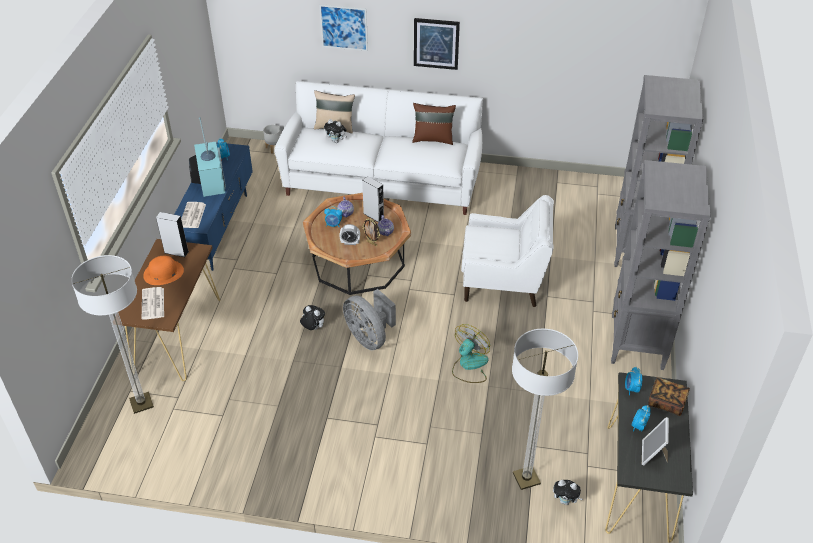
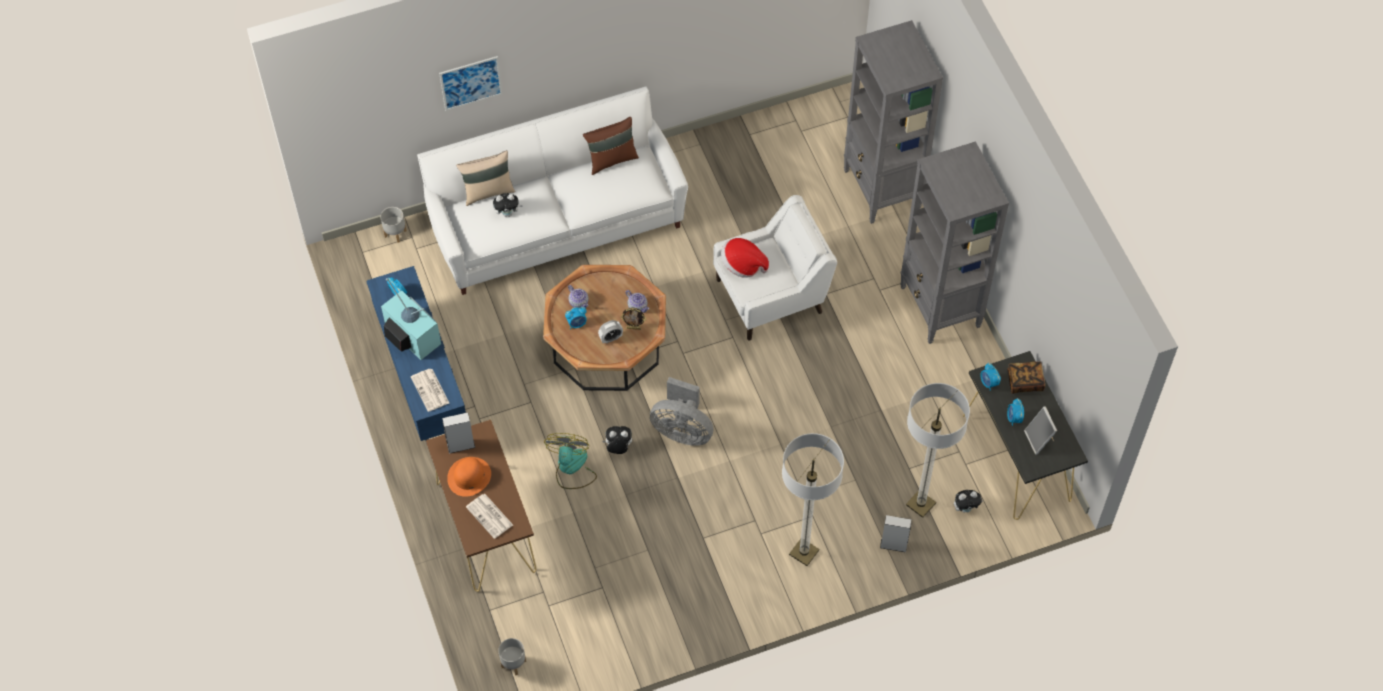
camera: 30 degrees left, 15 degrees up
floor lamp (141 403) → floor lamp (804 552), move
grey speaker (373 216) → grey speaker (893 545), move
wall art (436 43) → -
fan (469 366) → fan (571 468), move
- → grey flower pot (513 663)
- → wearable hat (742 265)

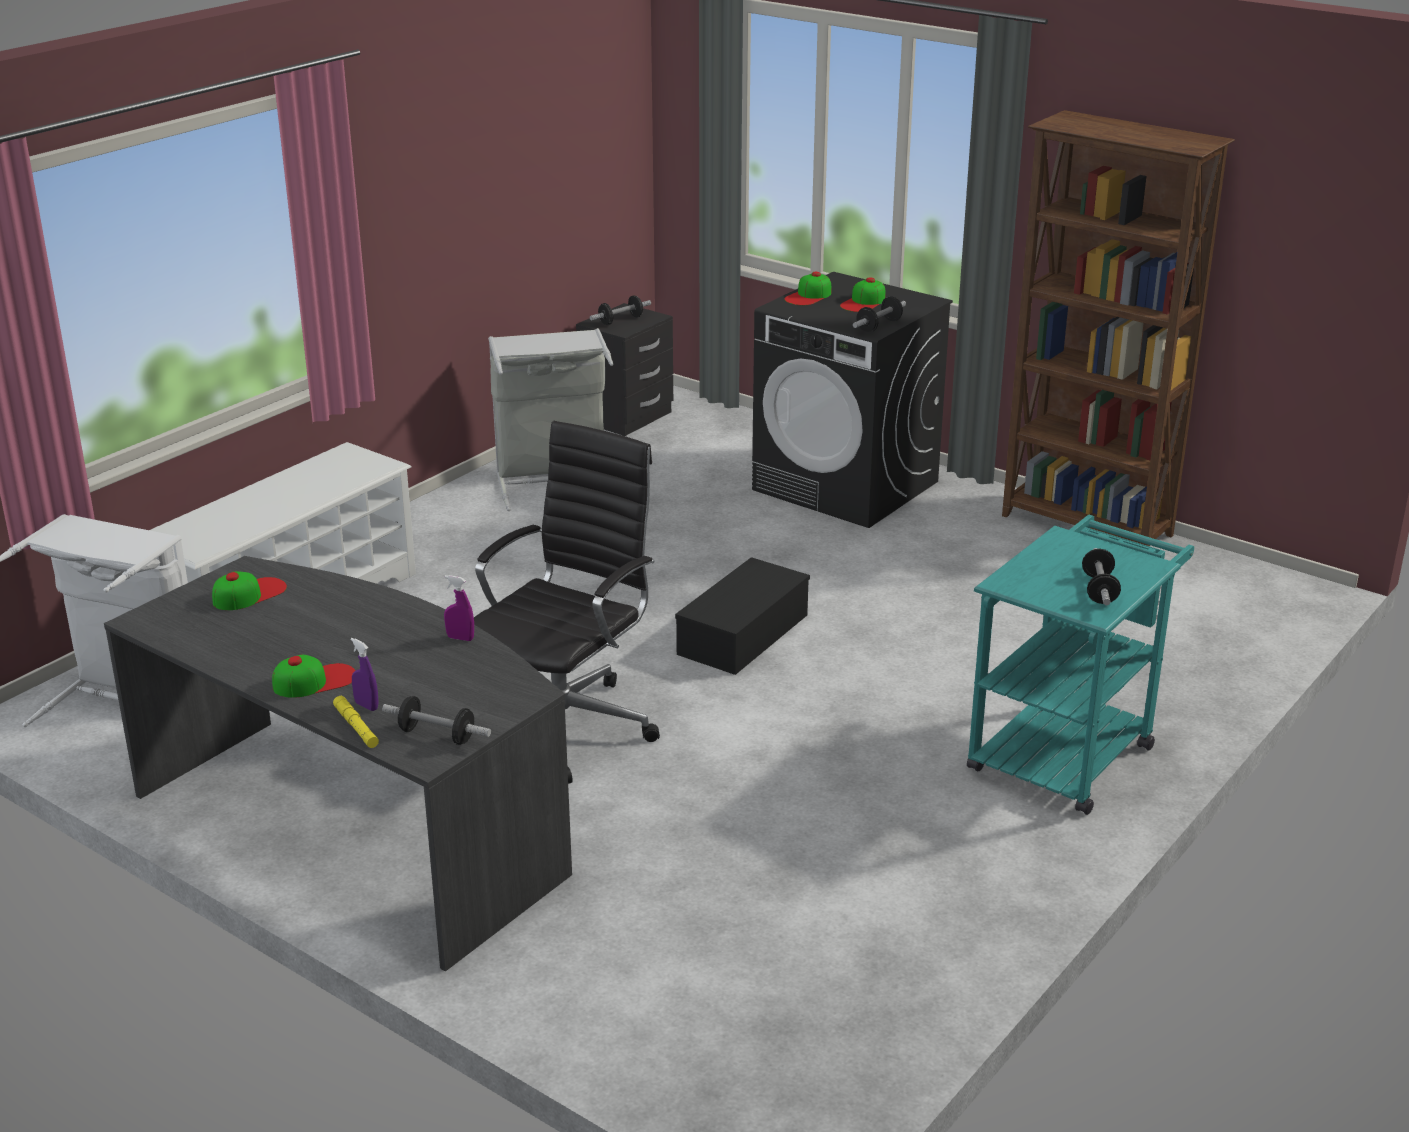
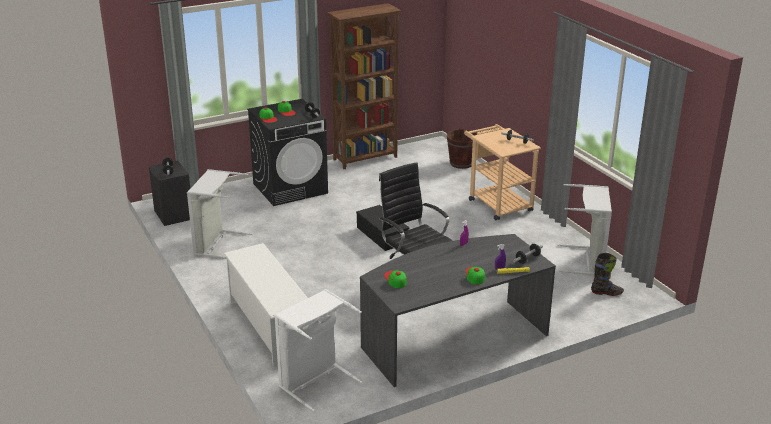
camera: 65 degrees left, 0 degrees up
turquoise wheeled cart (1068 749) → sand-coloured wheeled cart (497 203)
- → brown pail (461 163)
- → grey hamper (586 261)
- → blackish boot (607 293)

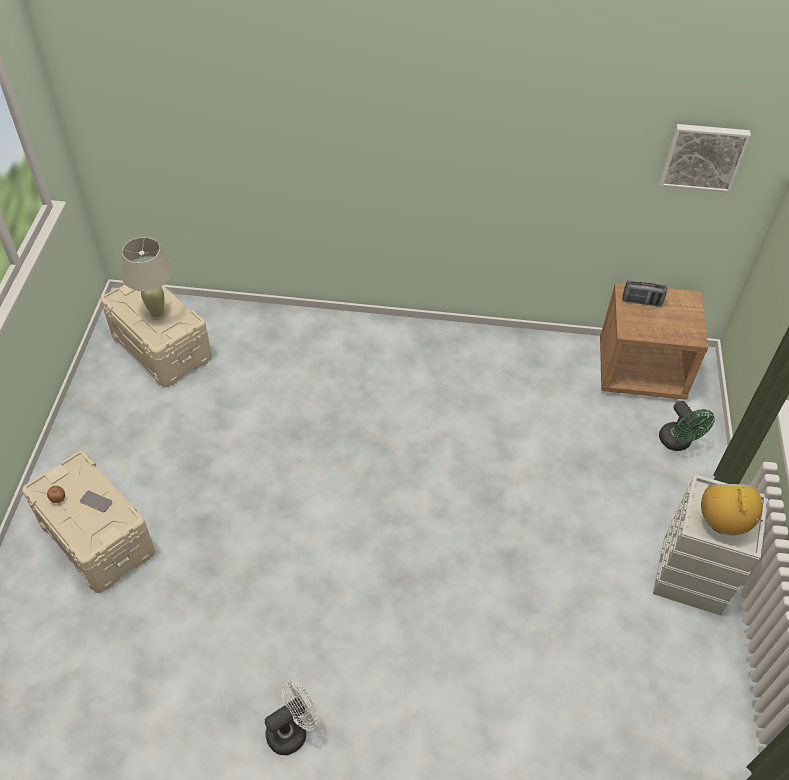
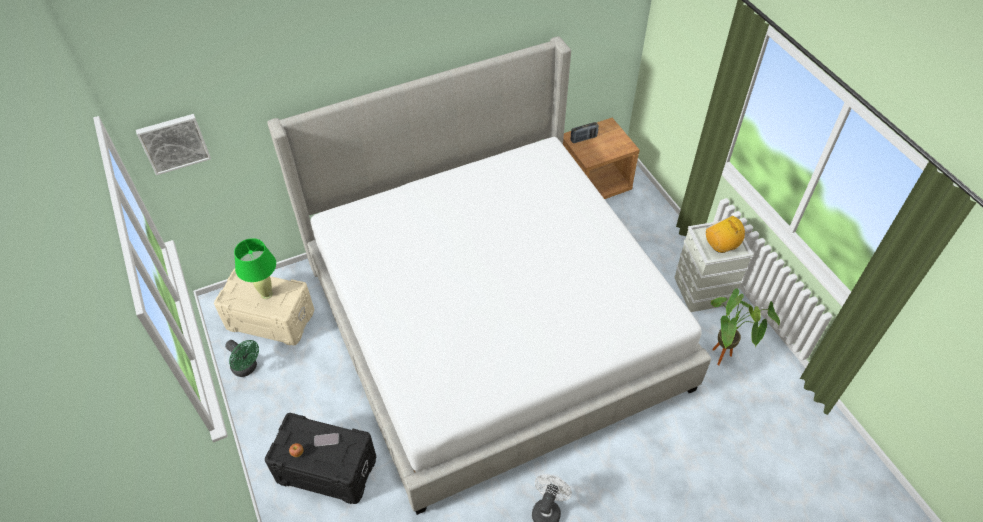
camera: 30 degrees left, 0 degrees up
sand-coloured storage container (98 537) → blackish storage container (327 468)
sand-coloured table lamp (157 314) → greenish table lamp (266 294)
greenish fan (678 443) → greenish fan (247 368), move
wall art (703 156) → wall art (174 142), move
- → bed (491 322)
- → houseplant (723 361)

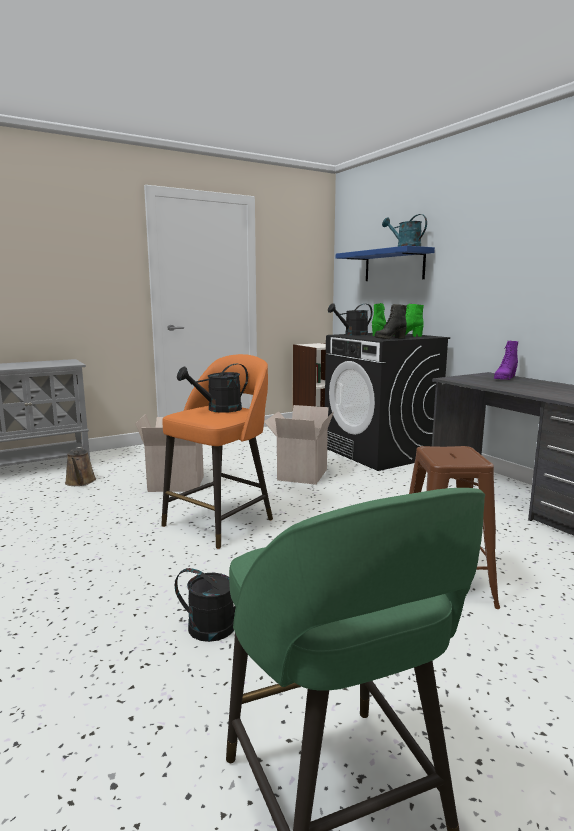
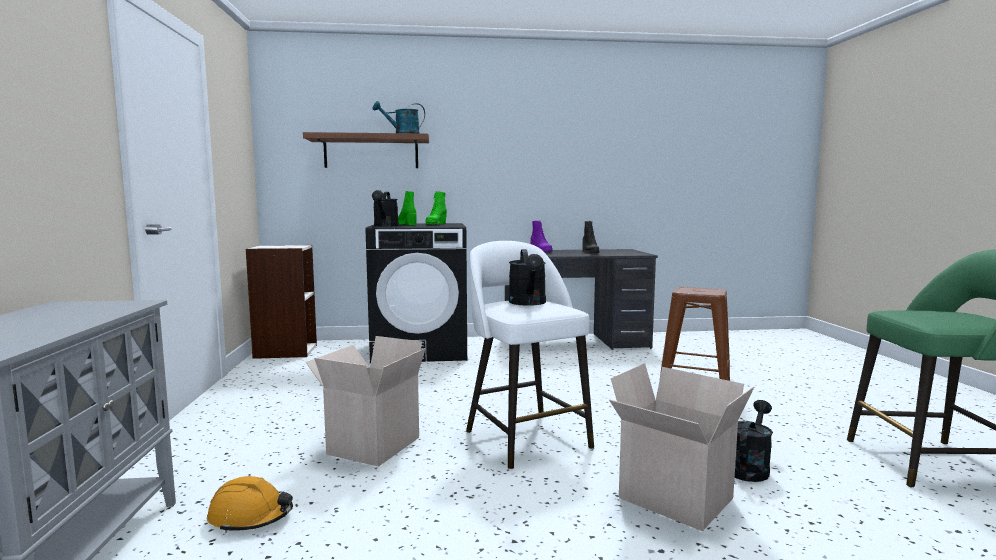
camera: 65 degrees left, 5 degrees down
brown watering can (80 482) → orange work helmet (250 517)
orange stool seat (221 521) → white-coloured stool seat (525 438)
packing box (301 474) → packing box (672 499), move
blue-coloured bracket shelf (394 265) → brown bracket shelf (371 152)
blackish boot (389 338) → blackish boot (589 253), move

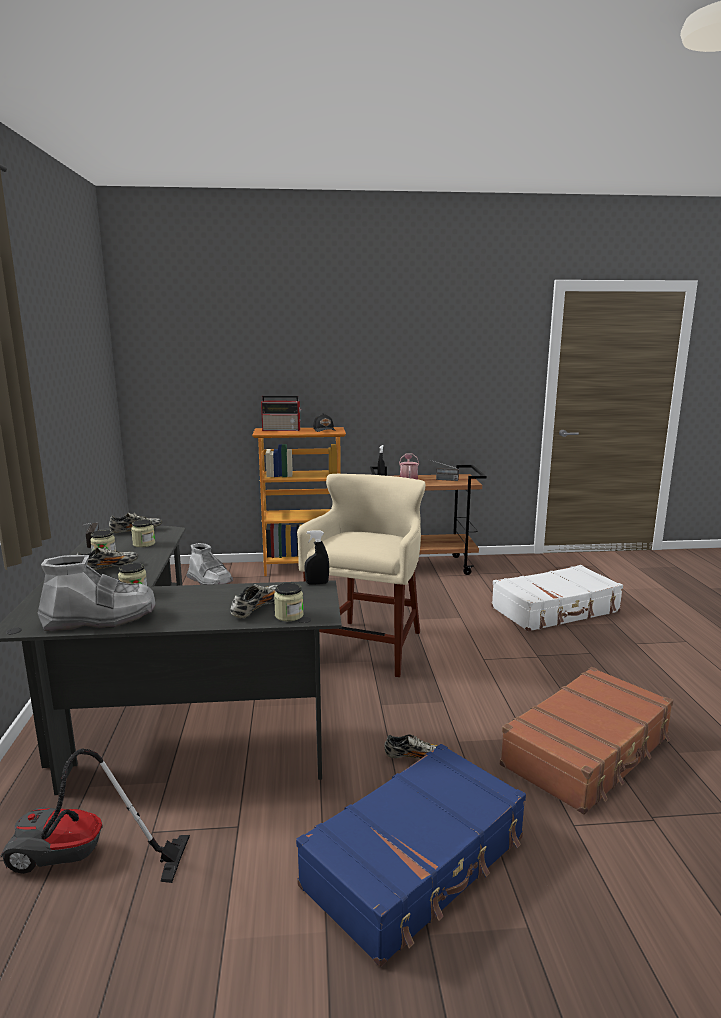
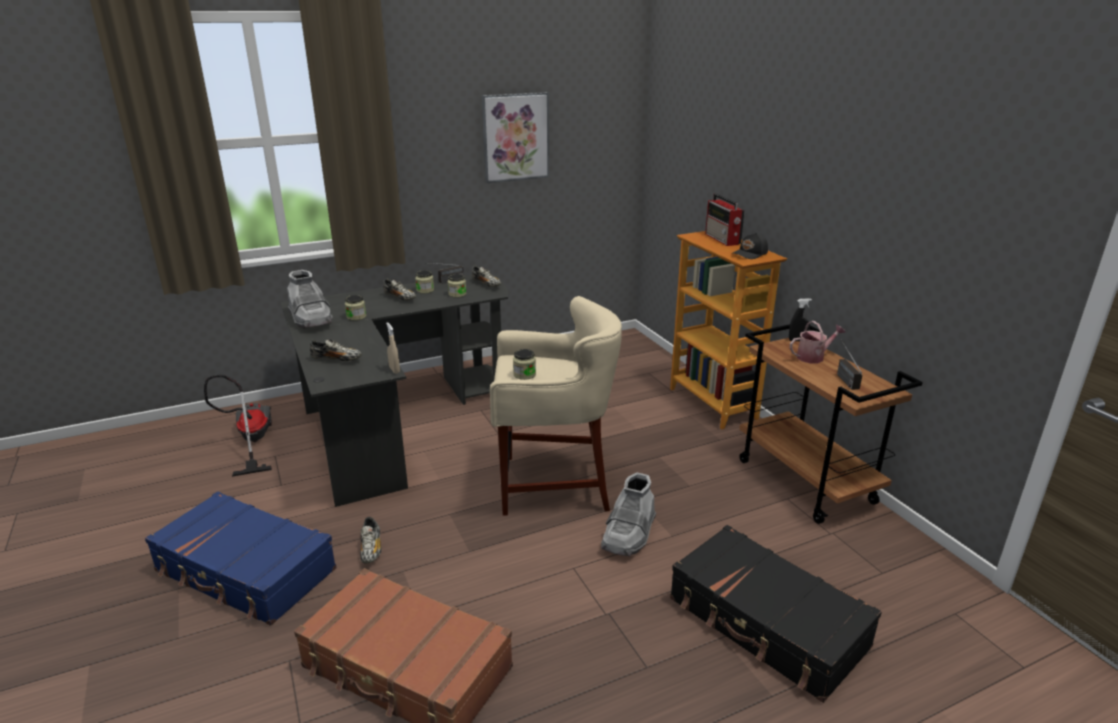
camera: 70 degrees right, 10 degrees up
grey boot (210 581) → grey boot (629 534), move
storage jar (289 615) → storage jar (524 374), move
blackish sprayer (317 583) → sand-coloured sprayer (394 370)
white-coloured suitcase (556 610) → blackish suitcase (766 623)
- → wall art (515 137)

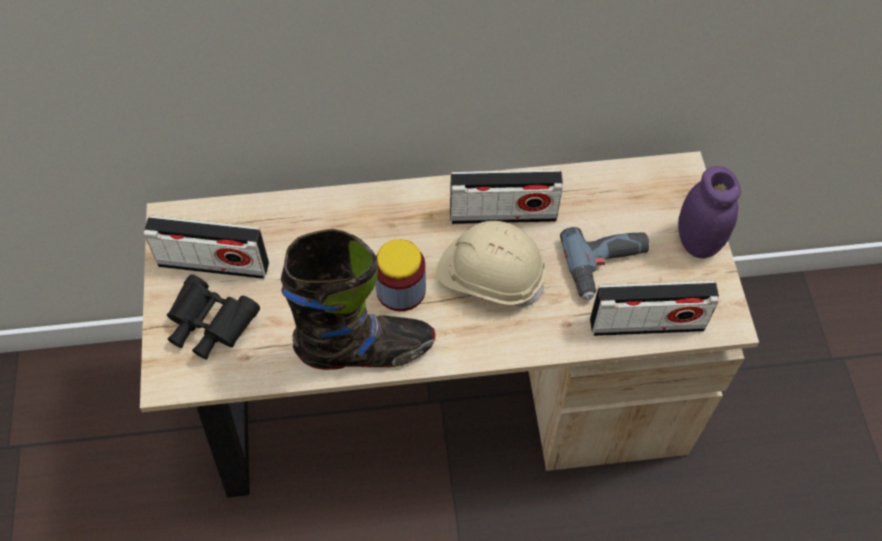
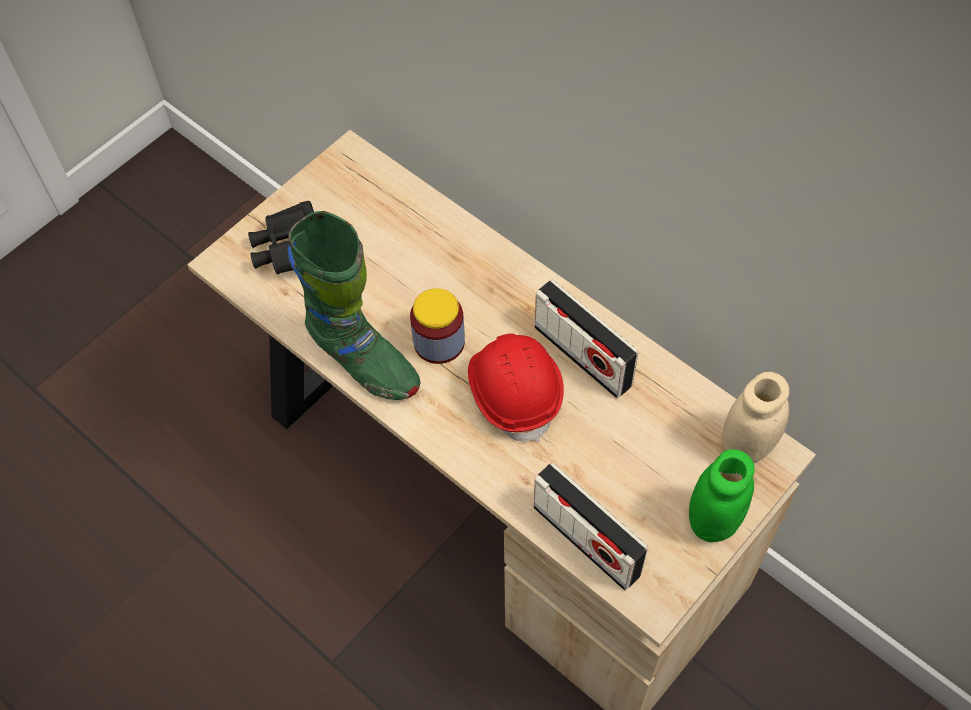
camera: 50 degrees right, 0 degrees up
radio set (214 264) → -
blackish boot (366 351) → greenish boot (363 362)
sand-coloured work helmet (490 276) → red work helmet (515 392)
power drill (607 266) → -
purple storage jar (697 242) → greenish storage jar (713 521)
- → sand-coloured storage jar (747 446)

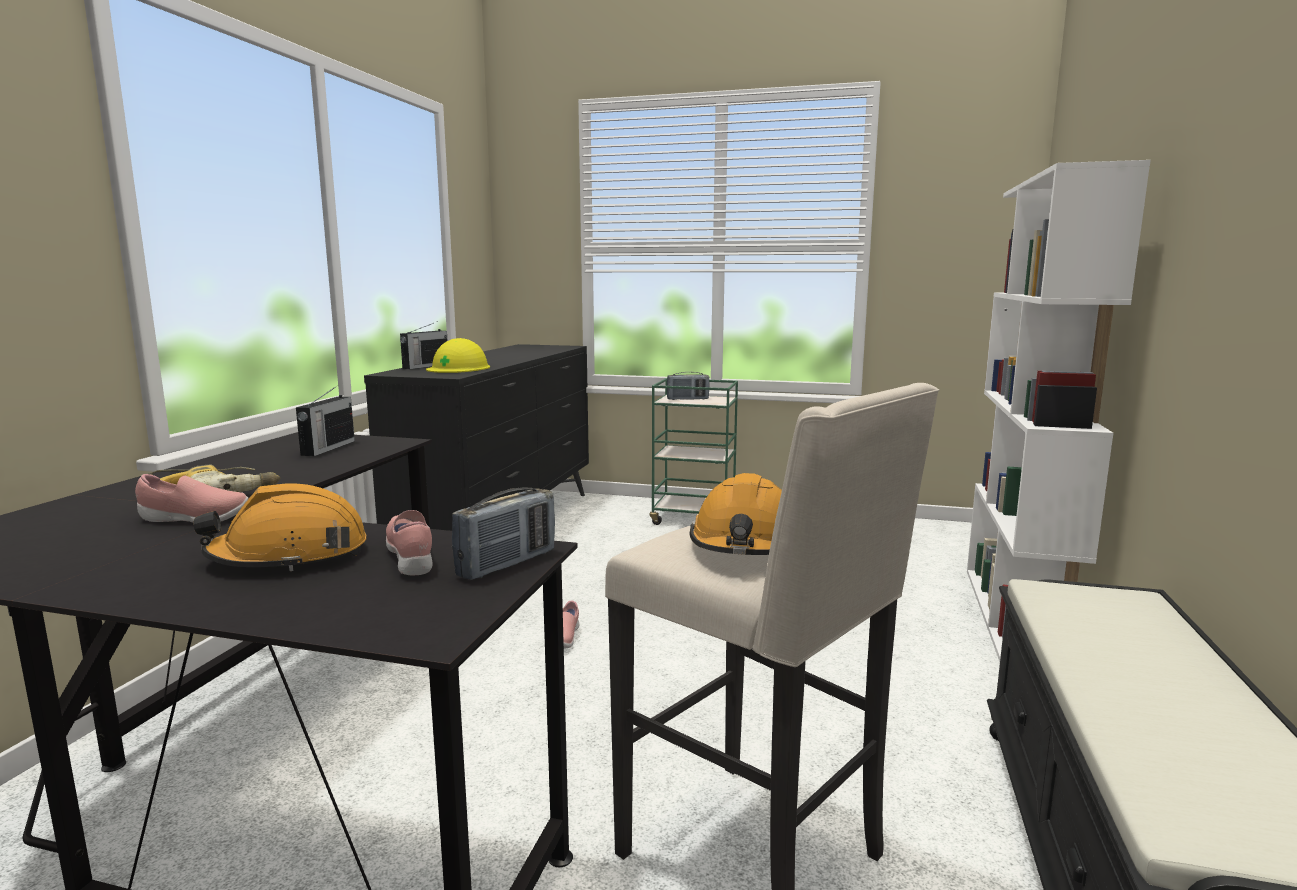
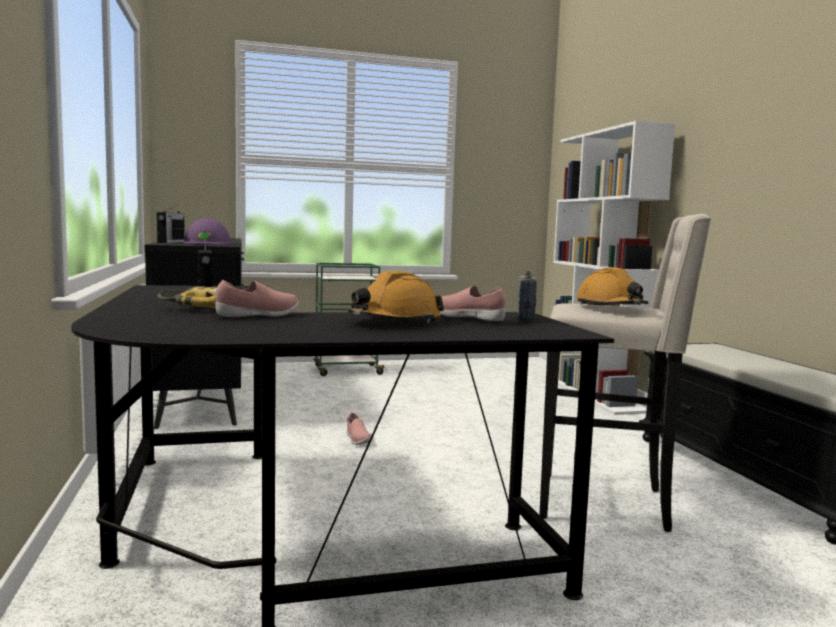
camera: 30 degrees left, 5 degrees down
yellowish work helmet (459 368) → purple work helmet (207 243)
radio set (687 399) → -

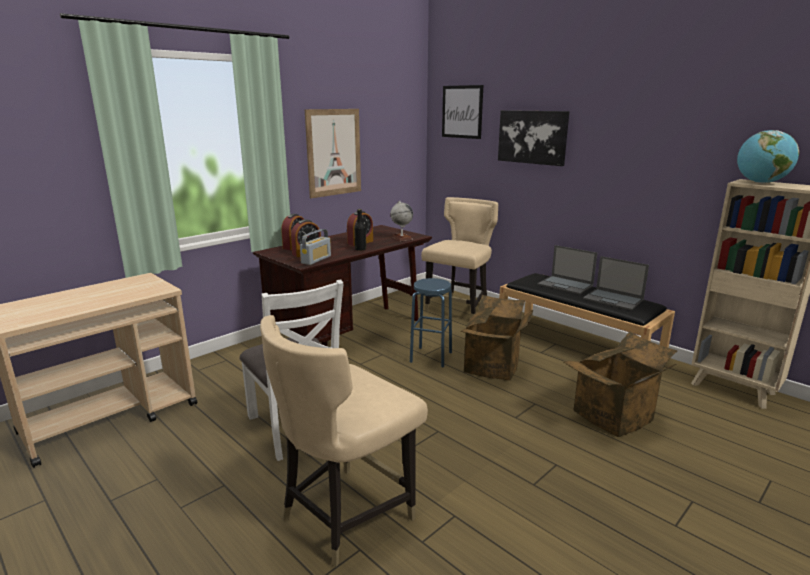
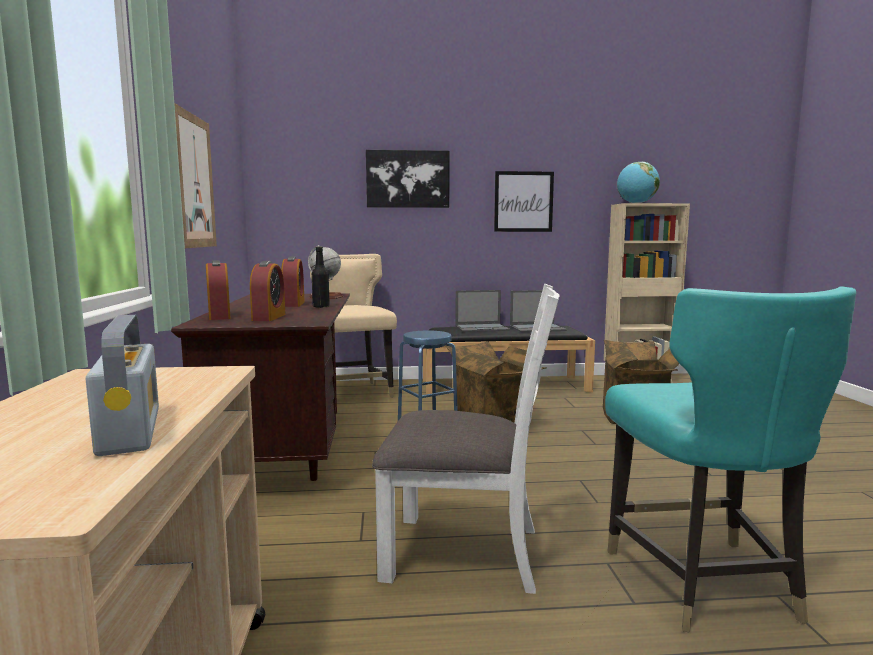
camera: 50 degrees left, 10 degrees down
sand-coloured upright chair (346 515) → turquoise upright chair (702 582)
radio set (316 260) → radio set (130 430), move
wall art (462 112) → wall art (523 201), move

